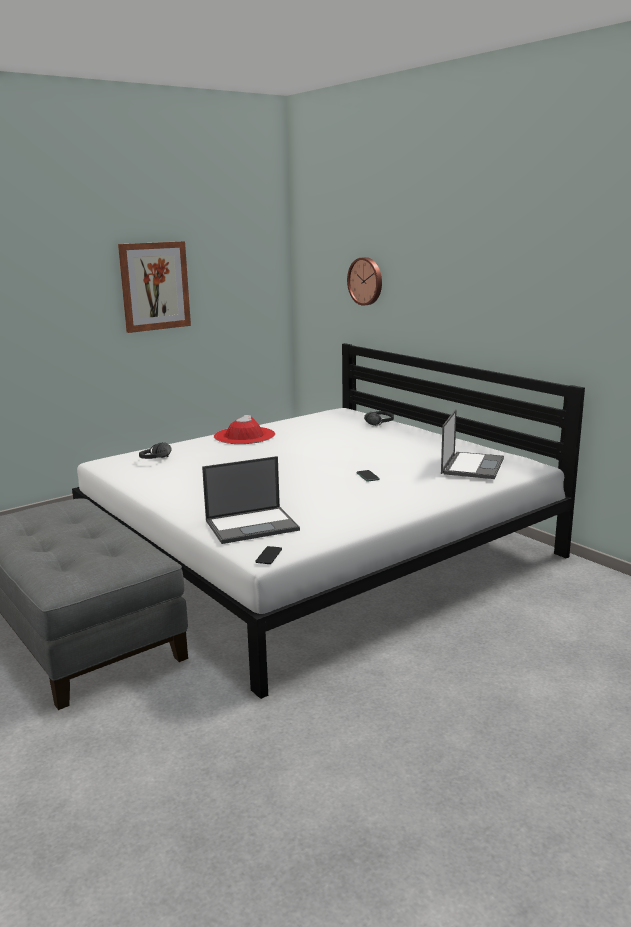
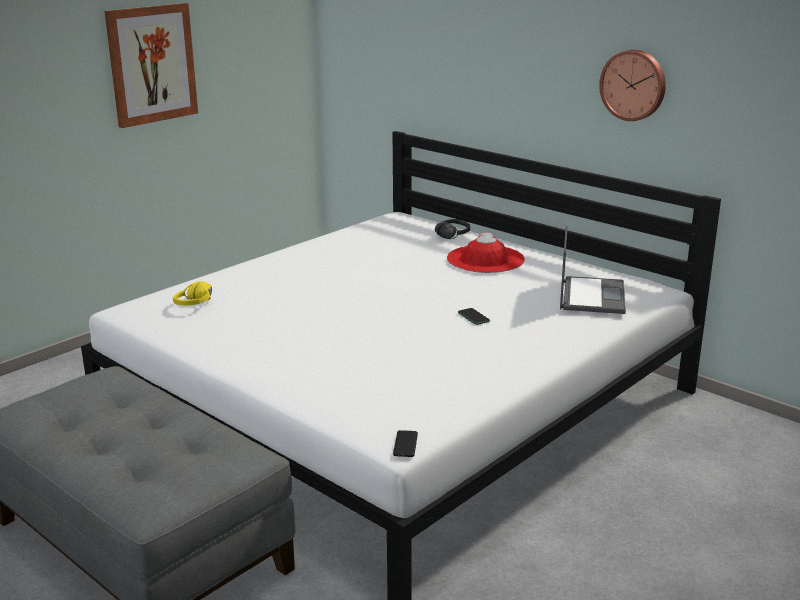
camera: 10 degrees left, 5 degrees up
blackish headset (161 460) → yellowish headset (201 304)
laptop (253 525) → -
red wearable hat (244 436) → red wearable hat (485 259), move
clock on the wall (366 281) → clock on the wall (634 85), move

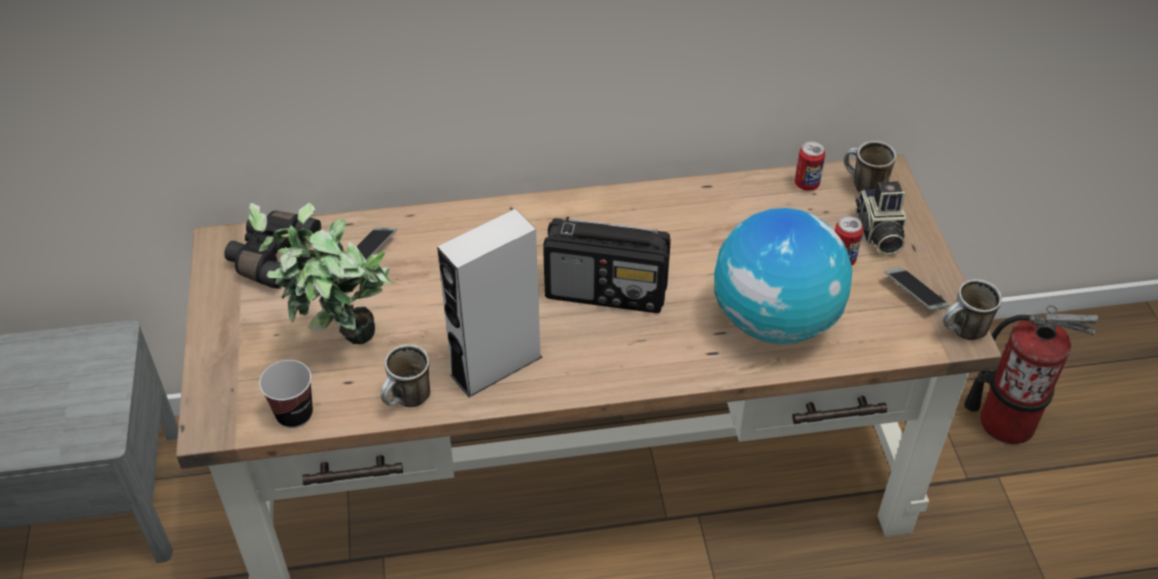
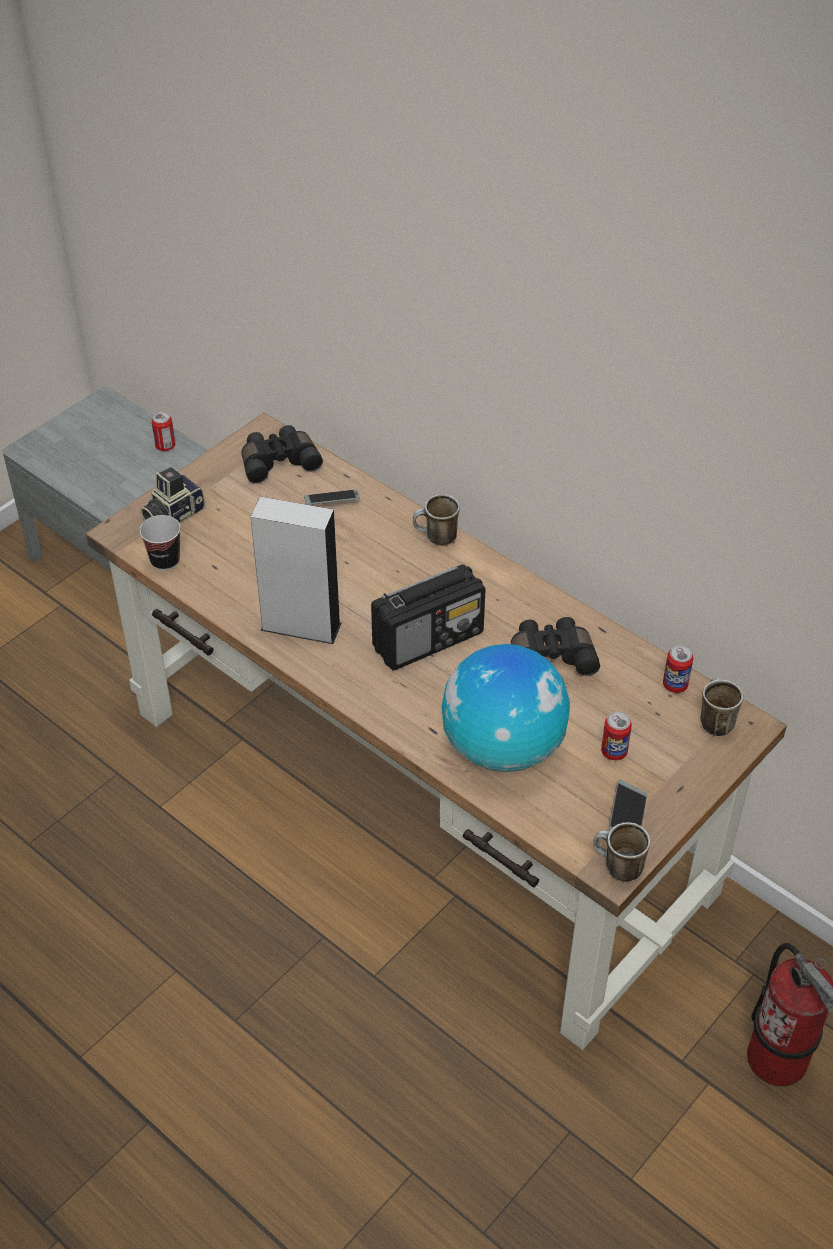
camera: 50 degrees right, 0 degrees up
houseplant (340 346) → -
mug (408 401) → mug (436 539), move
radio set (607 292) → radio set (429 640), 90 degrees counterclockwise
photo camera (878 233) → photo camera (172 514), move
- → sealed can (165 446)
- → blackish field glasses (550 656)

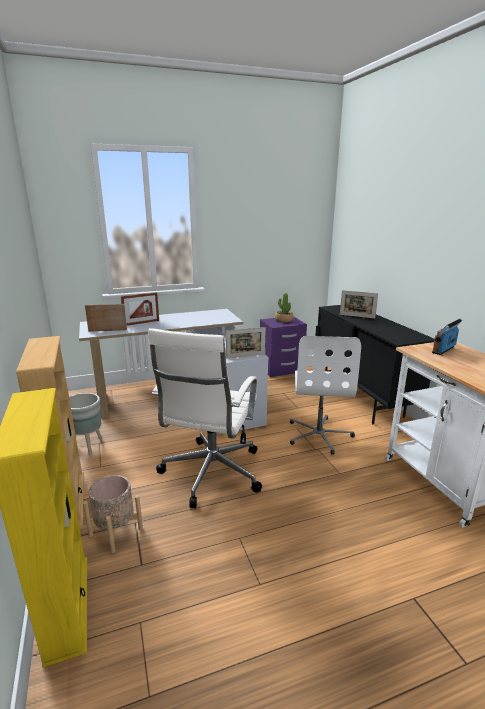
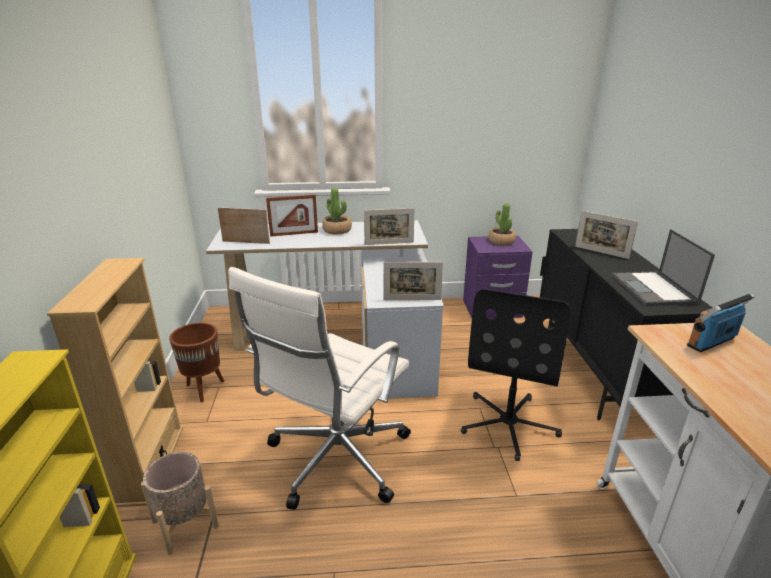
camera: 15 degrees right, 5 degrees up
grey flower pot (88 446) → brown flower pot (204 389)
white-coloured computer chair (319 434) → blackish computer chair (509 424)
- → houseplant (337 230)
- → picture frame (389 243)
- → laptop (654 289)

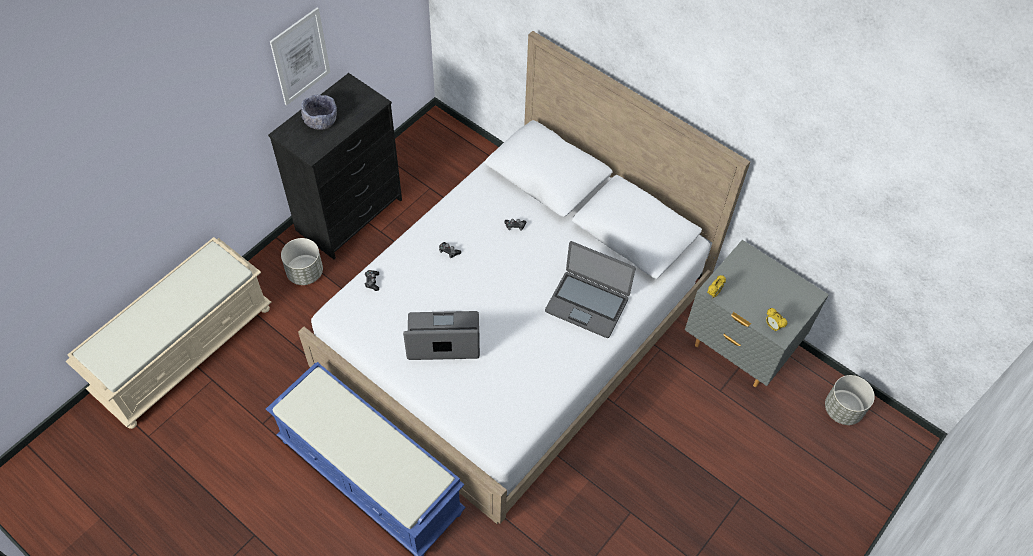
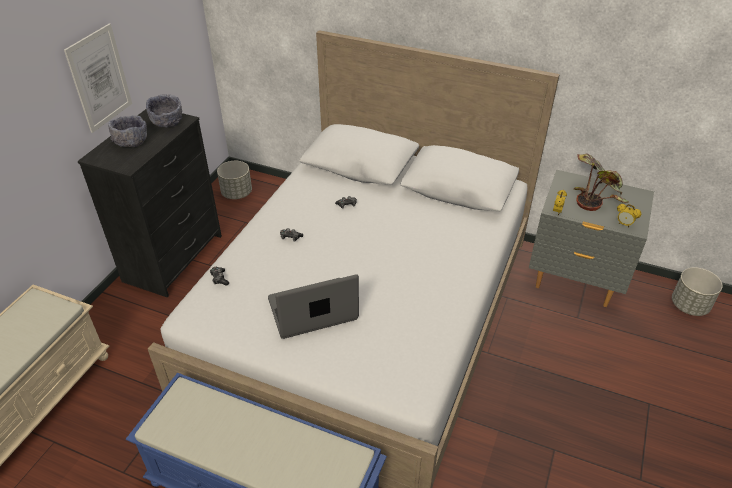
camera: 15 degrees left, 15 degrees down
grey flower pot (305 272) → grey flower pot (237 193), move
laptop (587 304) → -
- → grey serving bowl (167 121)
- → houseplant (595 195)

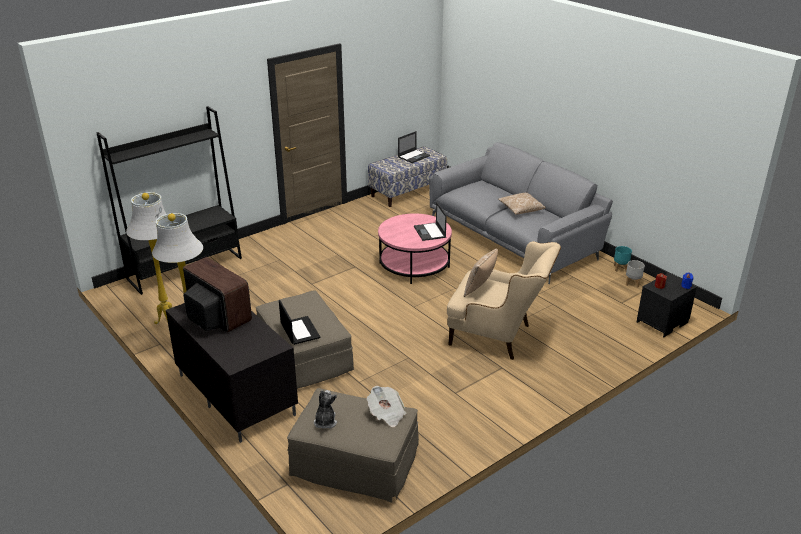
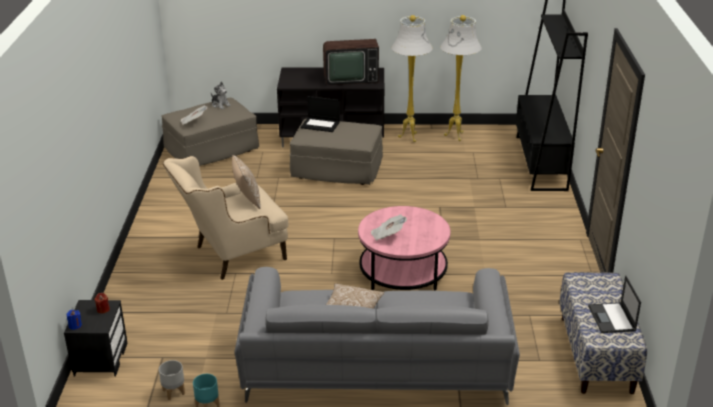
camera: 130 degrees right, 0 degrees up
laptop (430 232) → daily paper (387 235)

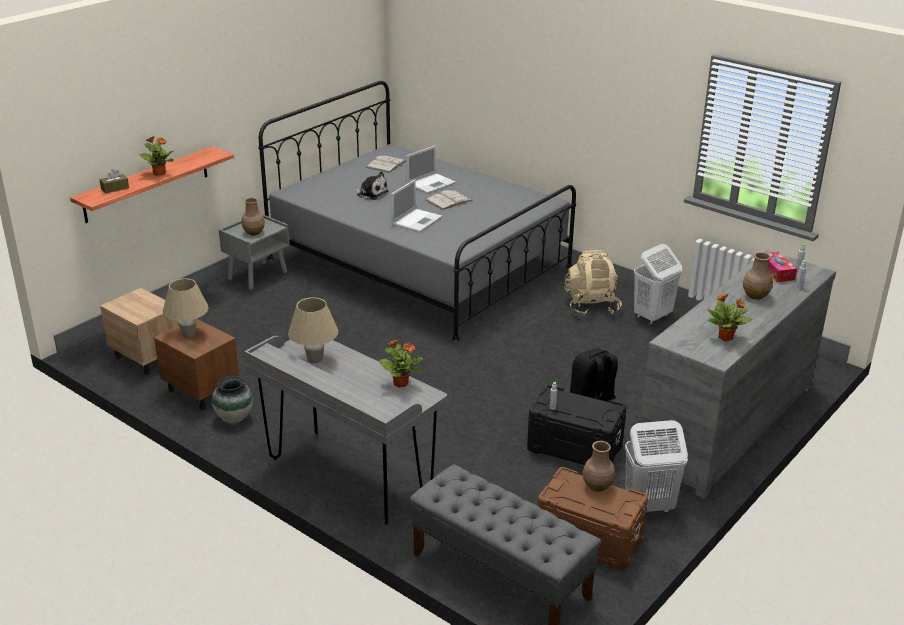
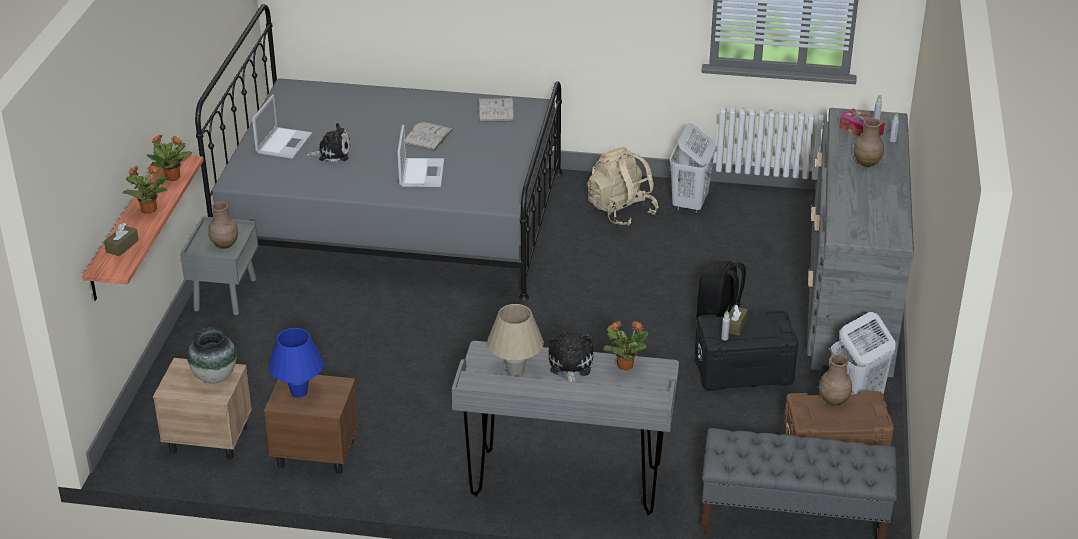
camera: 30 degrees left, 5 degrees up
sand-coloured table lamp (189 334) → blue-coloured table lamp (299 392)
decorative vase (234 417) → decorative vase (214 376), move
white-coloured volume (386 164) → white-coloured volume (496 110), move
laptop (431 183) → laptop (284 143), move
houseplant (726 338) → houseplant (173 177), move
- → soft toy (570 366)
- → brown tissue box (735 325)

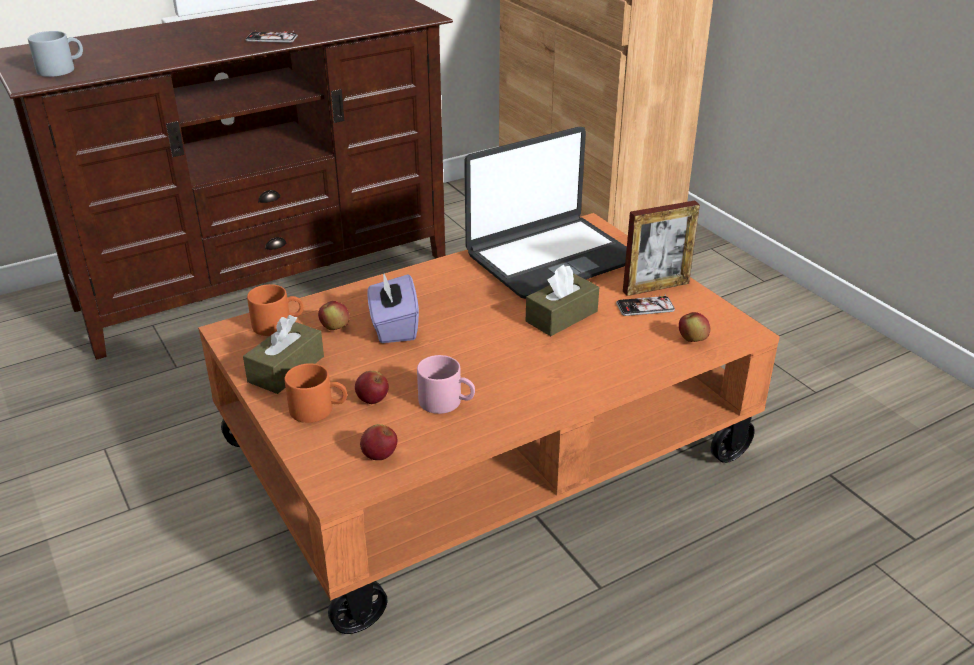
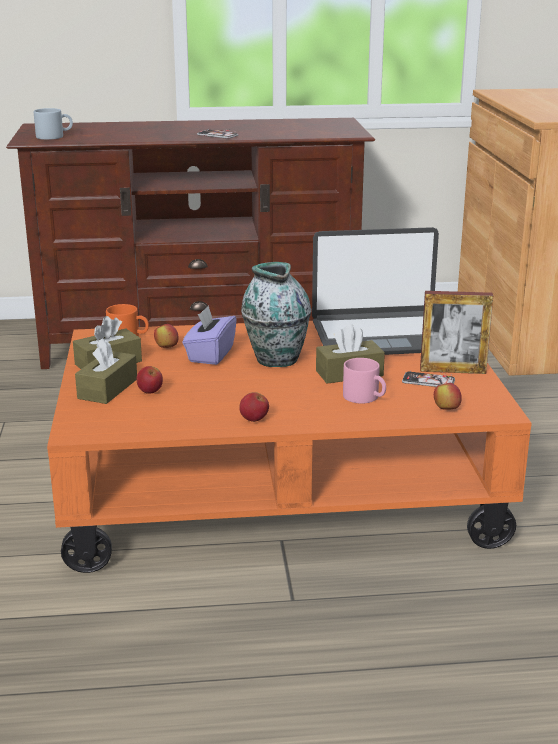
camera: 25 degrees right, 10 degrees down
orange mug (319 409) → brown tissue box (108 389)
apple fruit (379 455) → apple fruit (254 419), move
pink-coloured mug (447 401) → pink-coloured mug (366 397), move
- → decorative vase (276 359)

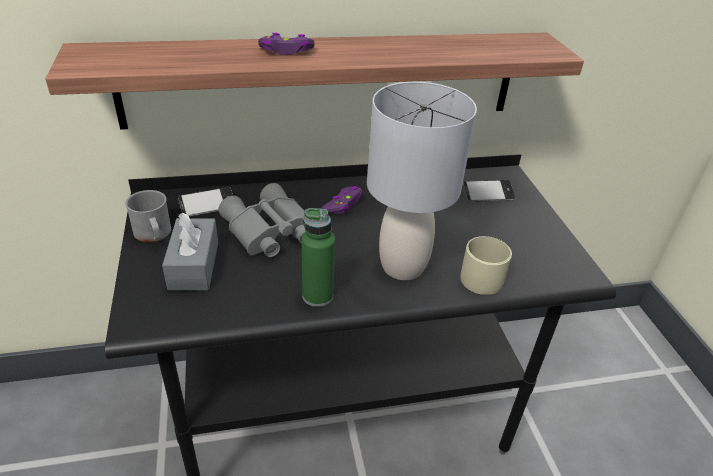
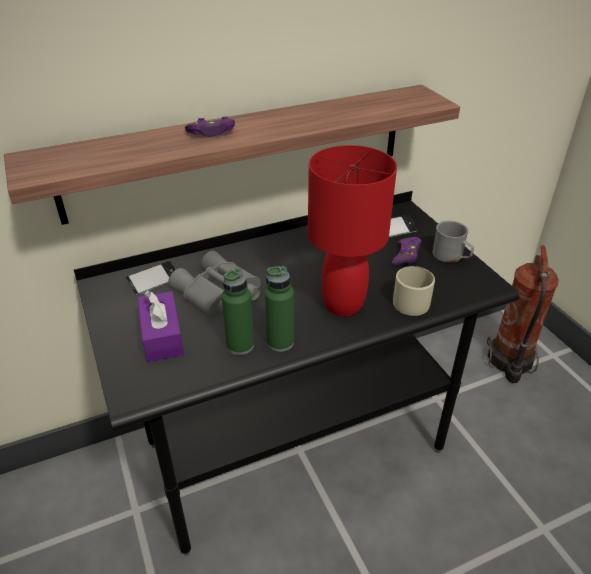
camera: 10 degrees left, 0 degrees up
grey mug (154 235) → grey mug (451 257), move
grey tissue box (194 265) → purple tissue box (162 336)
purple gamepad (342 205) → purple gamepad (406 255), move
grey table lamp (403 267) → red table lamp (343 305)
- → greenish bottle (240 345)
- → fire extinguisher (509 361)

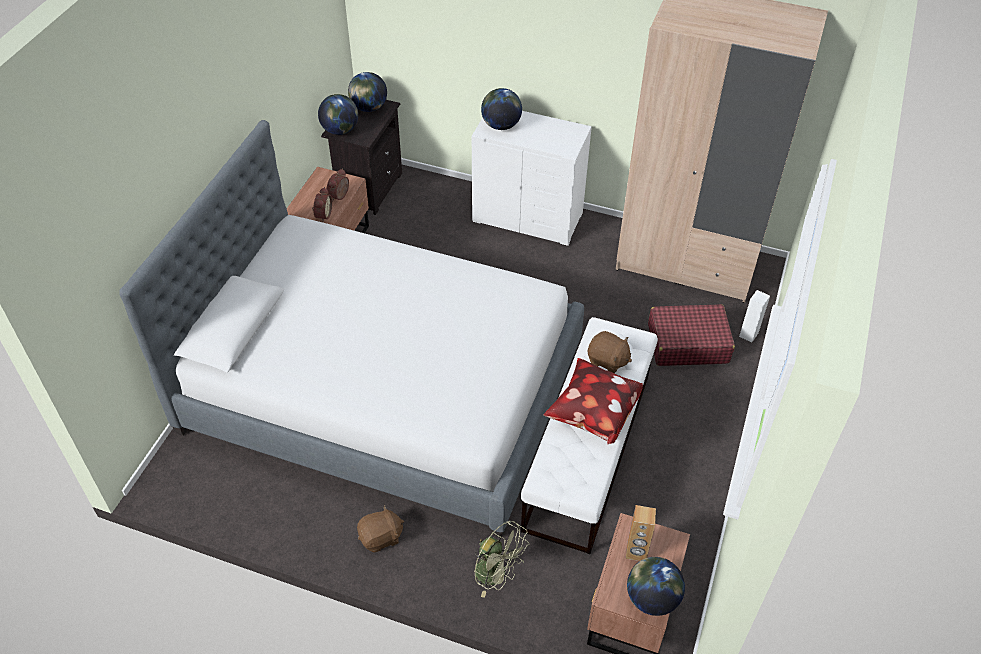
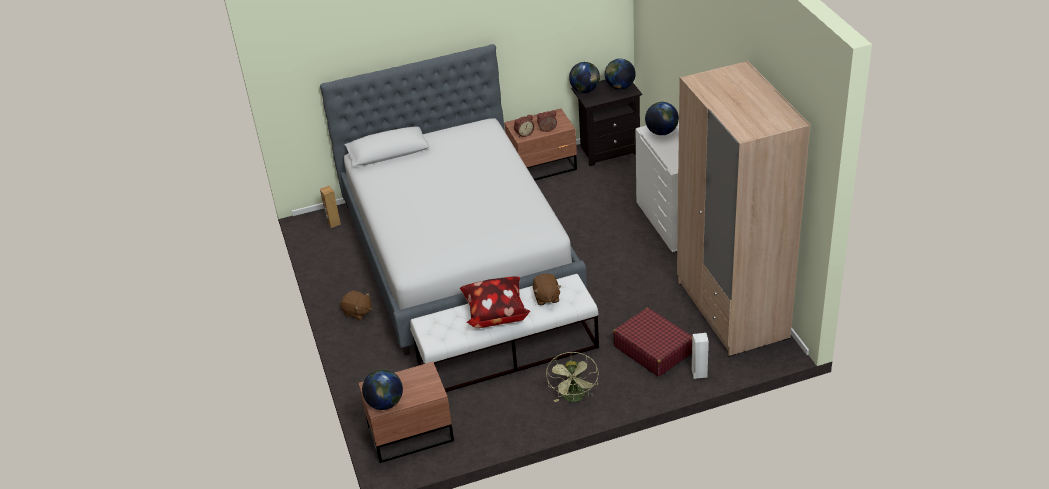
camera: 55 degrees right, 10 degrees down
greenish fan (496 574) → greenish fan (574 398), move
brown speaker (636 552) → brown speaker (333 223), move

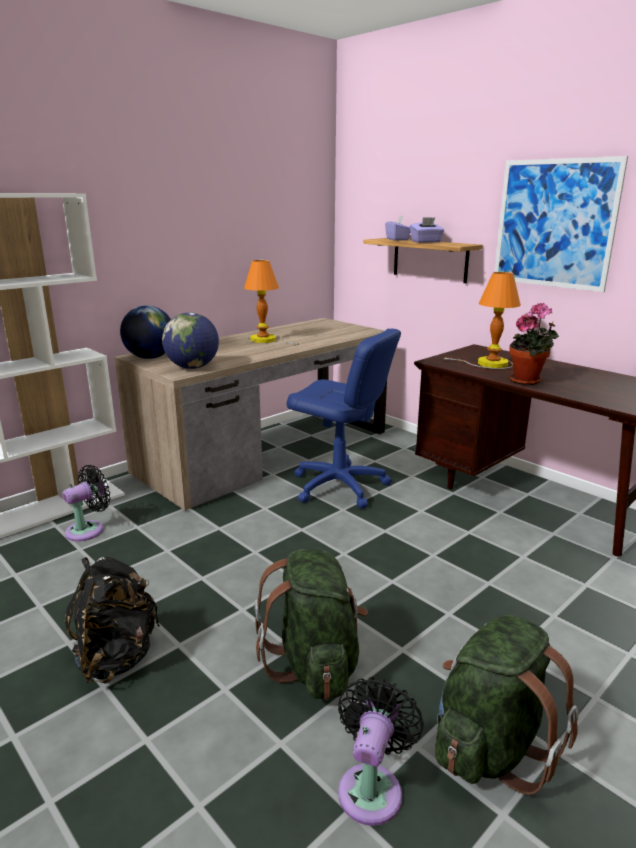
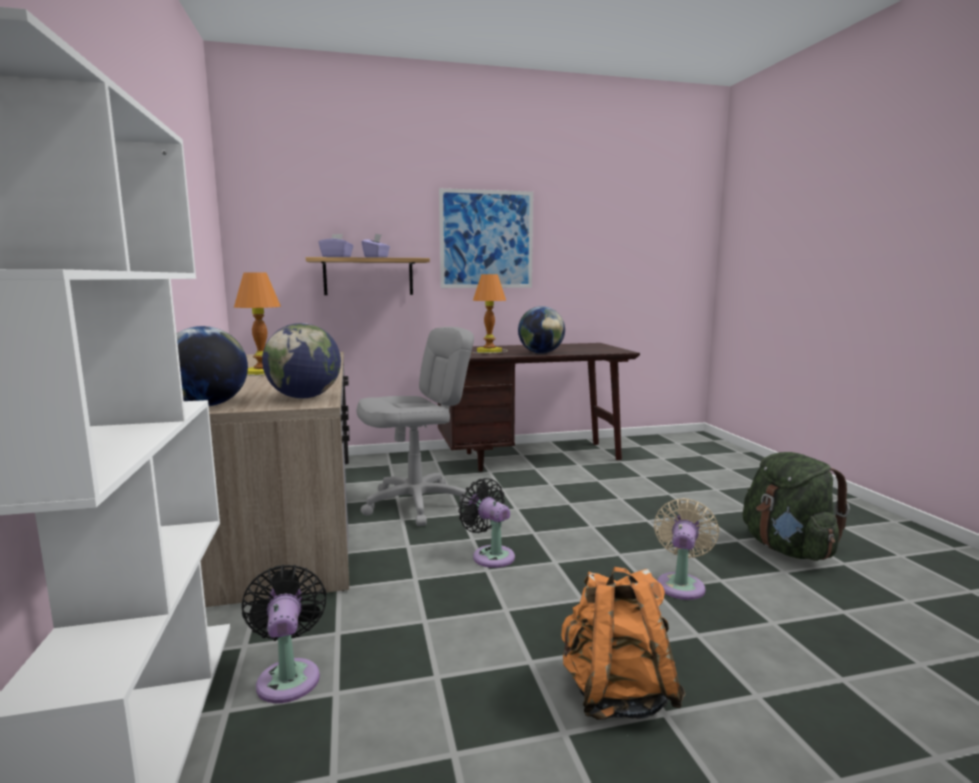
camera: 60 degrees left, 10 degrees down
blackish rucksack (117 657) → orange rucksack (616 694)
greenish rucksack (315 664) → sand-coloured fan (681 584)
blue-coloured computer chair (339 486) → grey computer chair (416 504)
blackish fan (372 787) → blackish fan (490 555), move
houseplant (528 381) → world globe (541 353)

